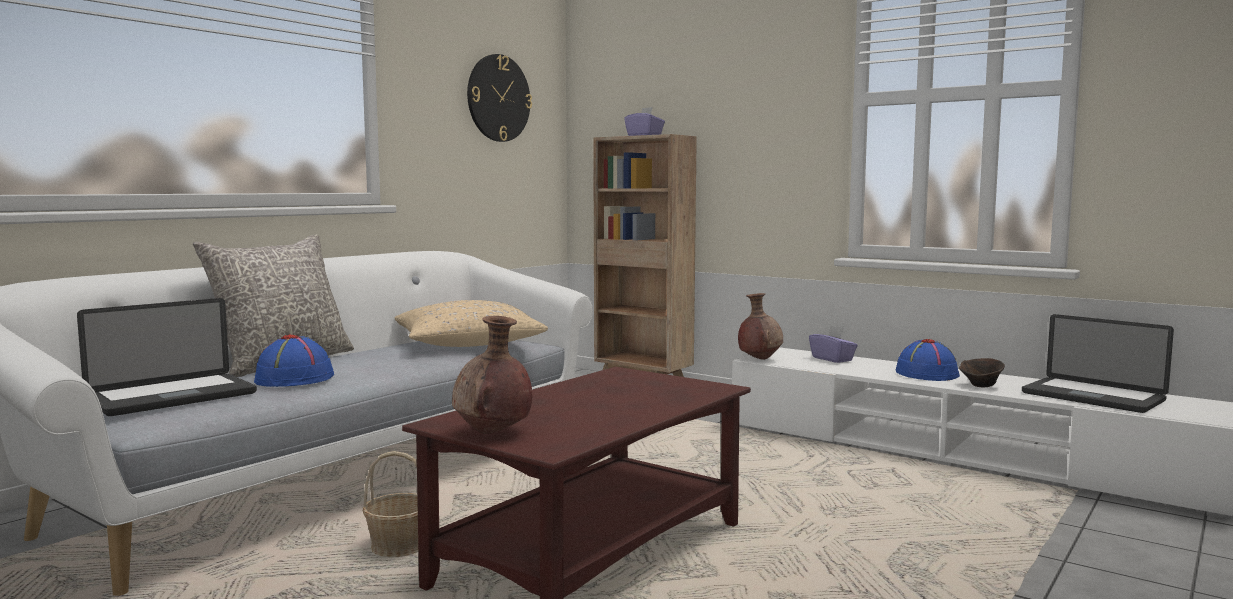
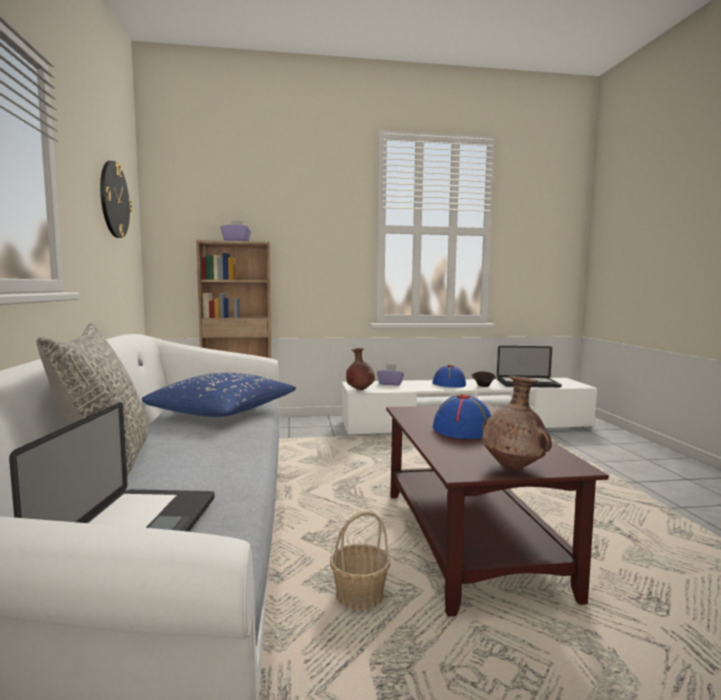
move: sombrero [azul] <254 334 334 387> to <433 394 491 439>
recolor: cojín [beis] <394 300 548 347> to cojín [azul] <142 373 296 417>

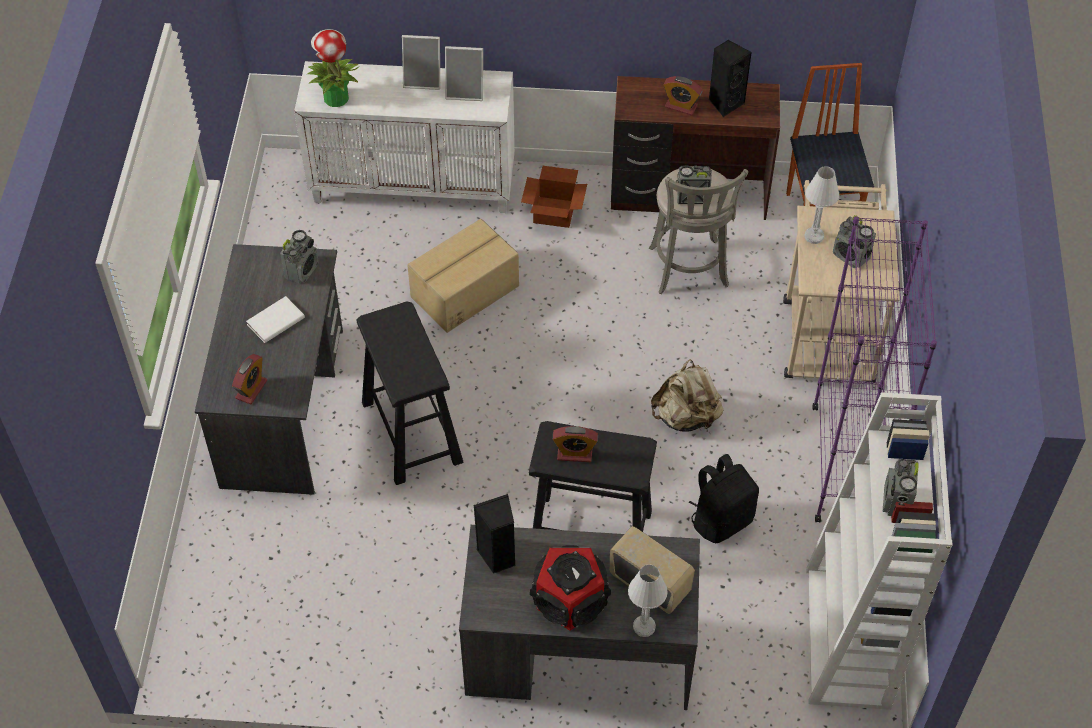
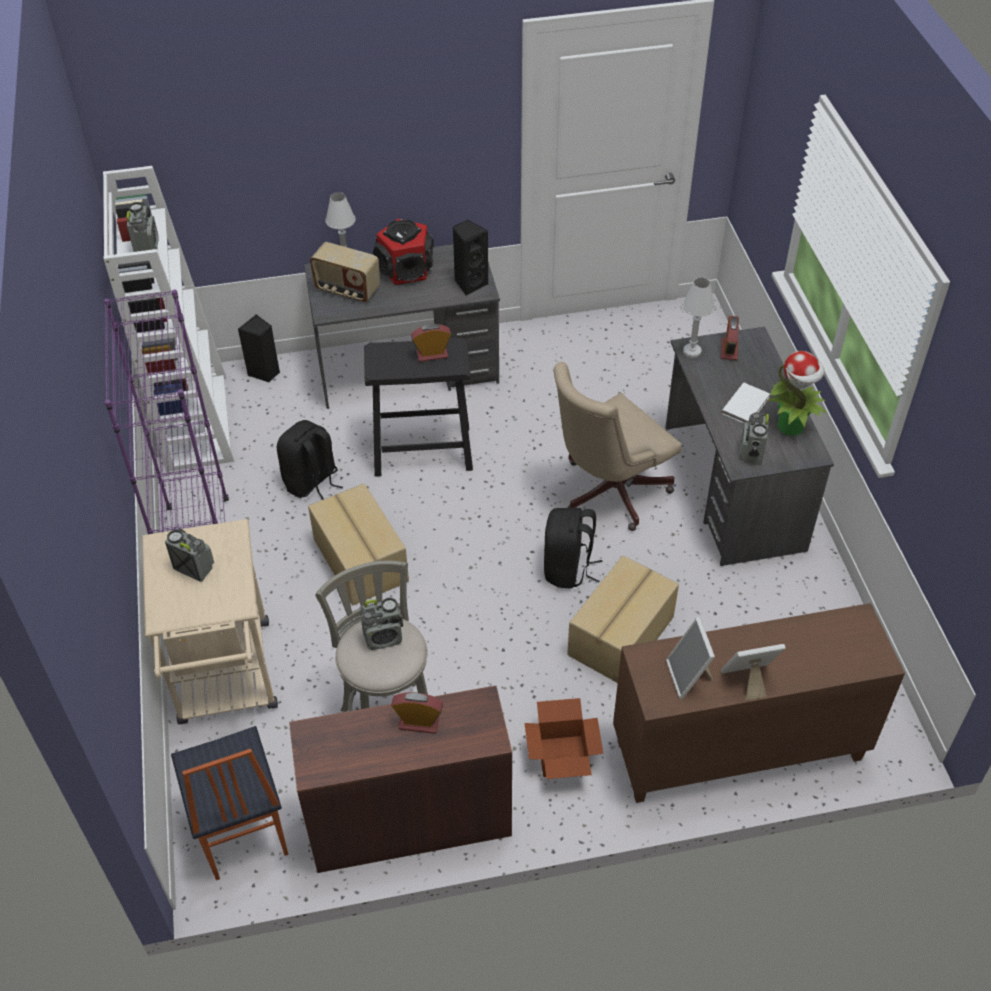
insert: mochila [negro] <544 508 603 588>
move: planta en maceta <308 29 360 107> to <767 351 827 436>; altavoz [negro] <709 40 752 117> to <238 314 280 382>; lámpara de mesa [blanco] <804 166 839 244> to <683 277 715 358>
replace: taburete [negro] <356 301 463 485> to silla de oficina [beis] <553 362 682 531>; mochila [beis] <651 359 723 432> to caja de cartón <308 484 409 605>
recolor: armario [blanco] <294 61 515 213> to armario [marrón] <613 603 905 803>
rotate: portarretratos <445 46 483 101> = <666 617 715 699> 90 degrees counterclockwise

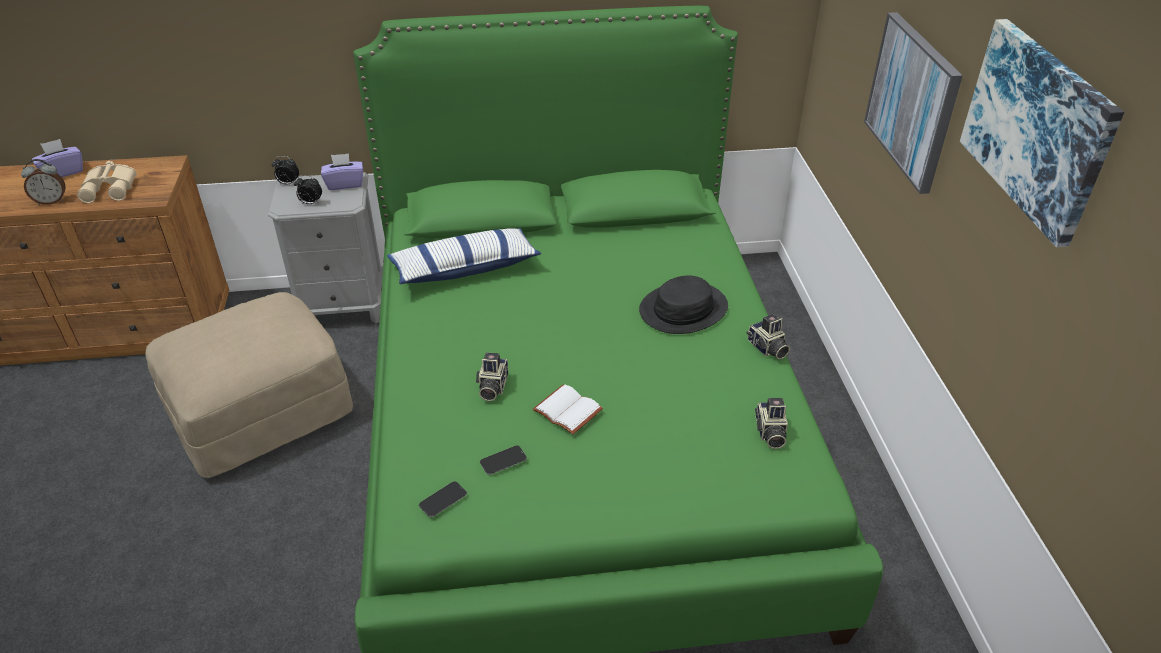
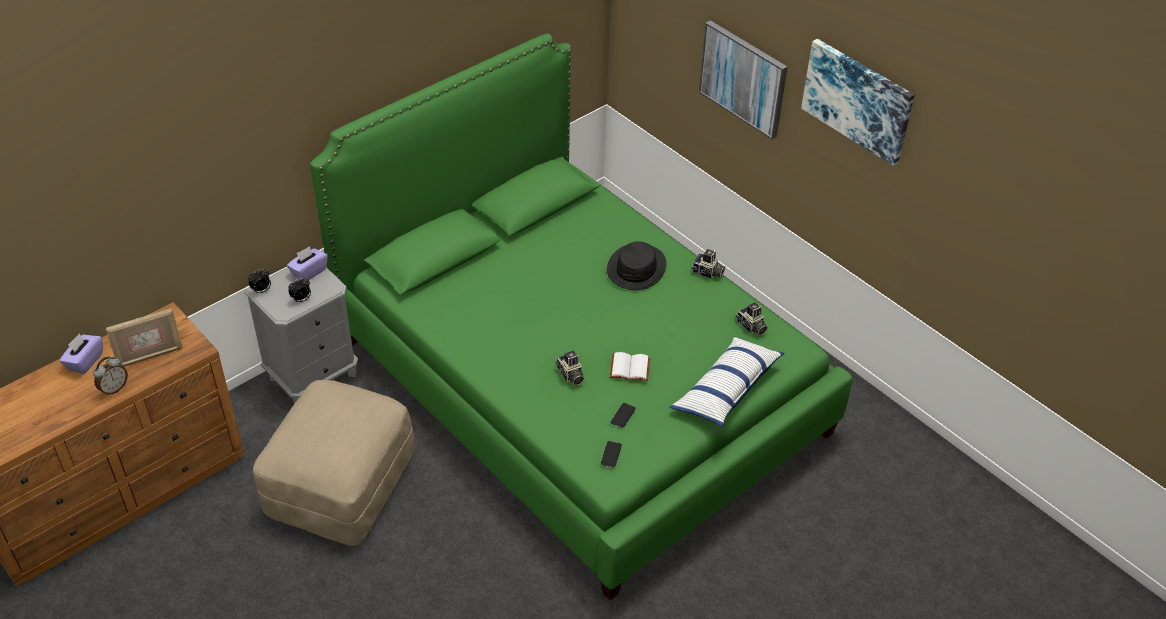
move: cojín <387 228 541 284> to <670 336 785 428>
replace: prismáticos [beis] <77 161 137 203> to portarretratos <106 309 183 367>

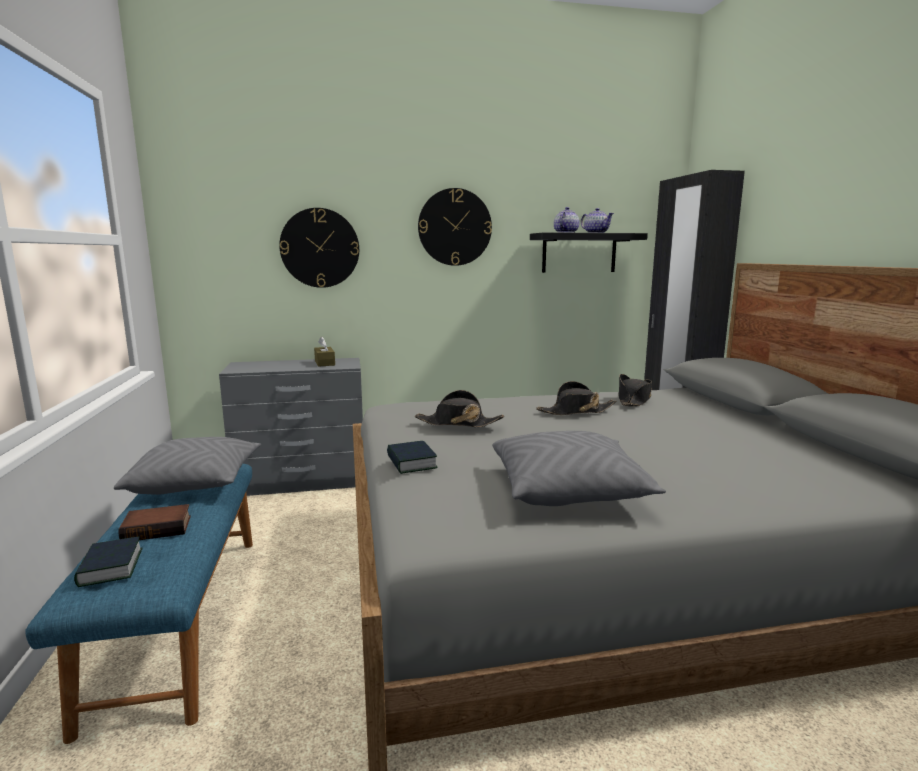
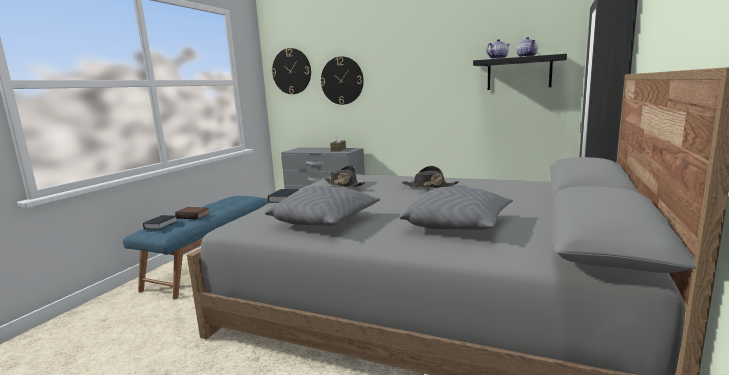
delete: sombrero [negro] <619 374 652 406>
move: reloj de pared <418 188 492 266> to <272 48 311 94>; cojín [gris] <114 437 261 495> to <400 187 513 230>

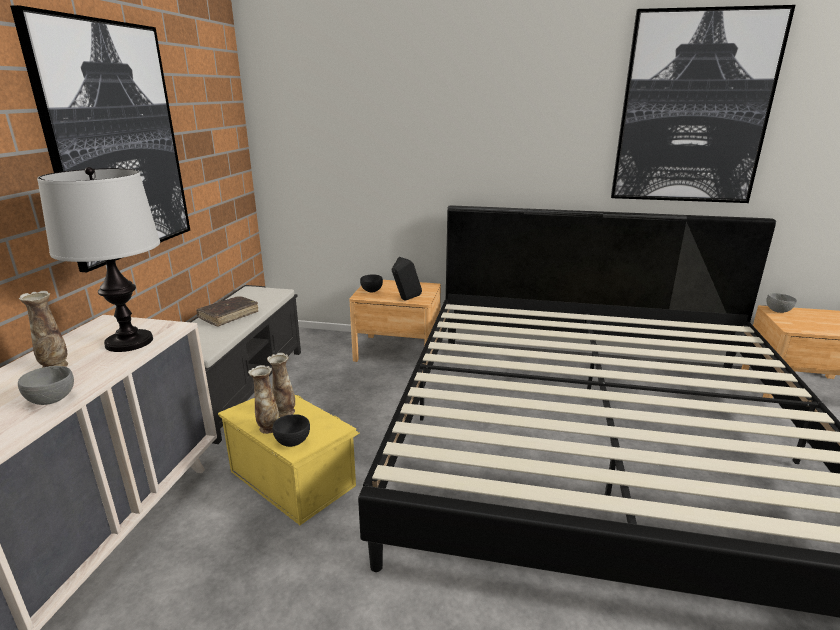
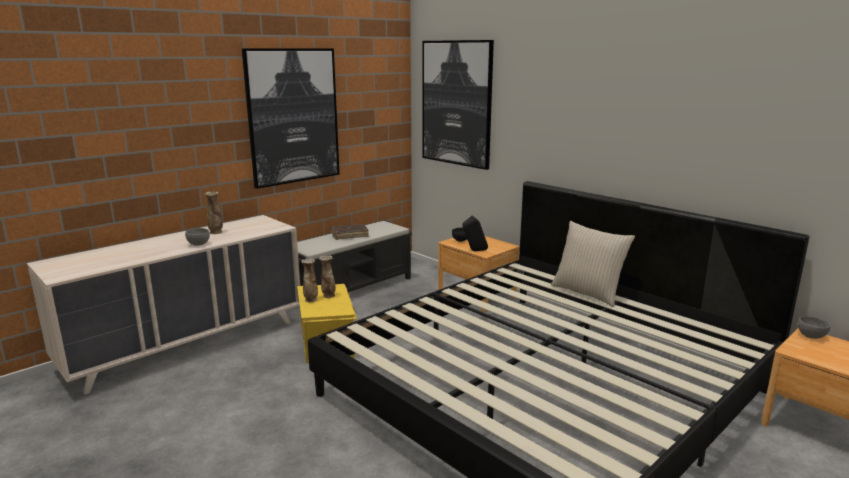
delete: lámpara de mesa <37 167 160 352>; cuenco [negro] <273 414 310 447>
insert: cojín [beis] <551 221 635 307>
move: cuadro <611 5 795 203> to <422 40 494 170>

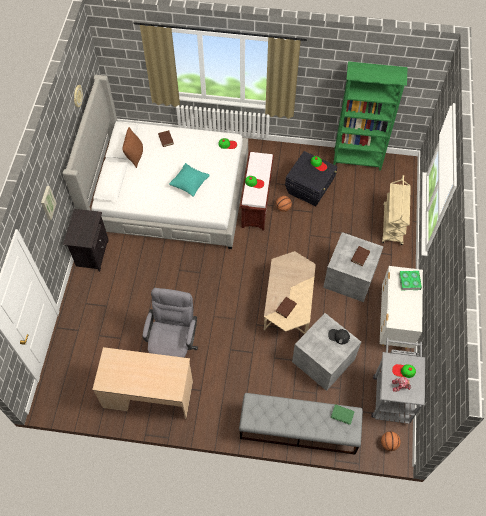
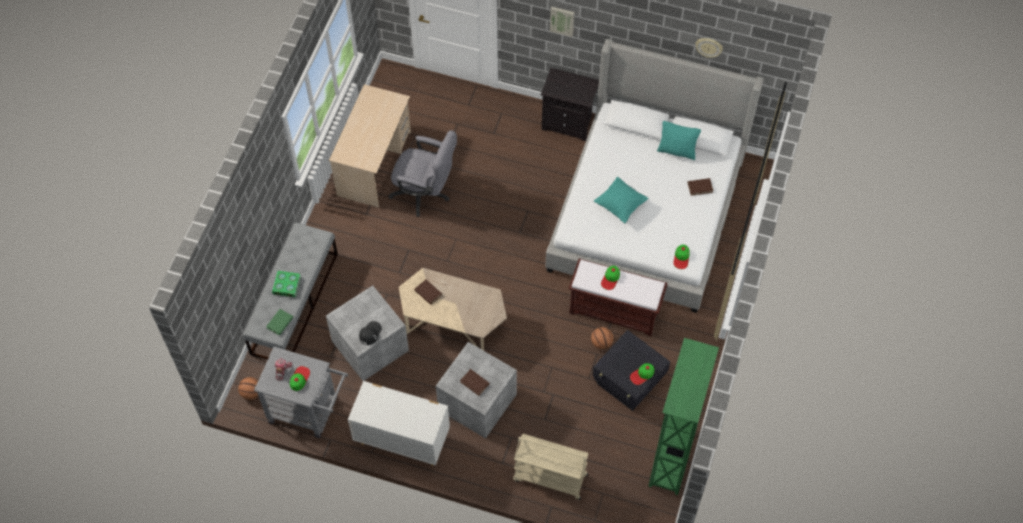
move: libro <399 271 422 290> to <272 271 301 297>
recolor: cojín [marrón] <122 127 143 168> to cojín [turquesa] <657 121 701 160>

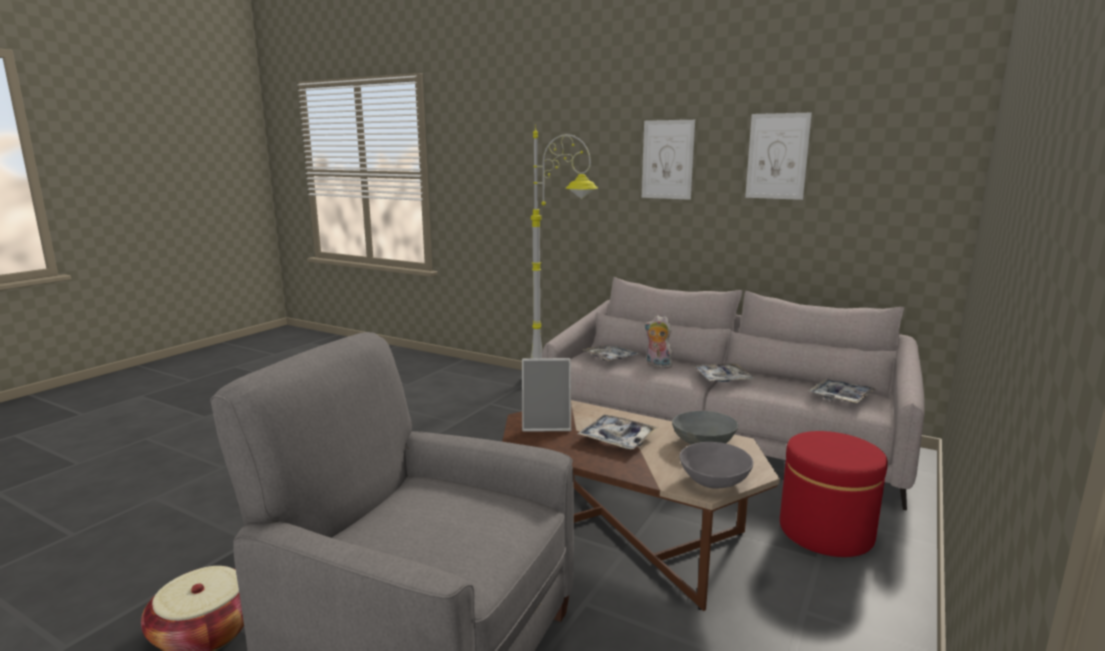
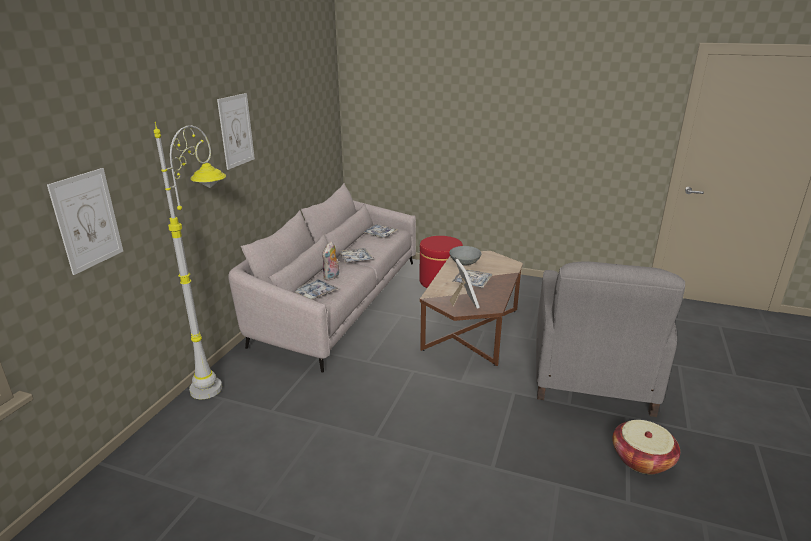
delete: cuenco [gris] <679 442 753 489>
move: cuadro <745 113 812 200> to <47 168 123 275>

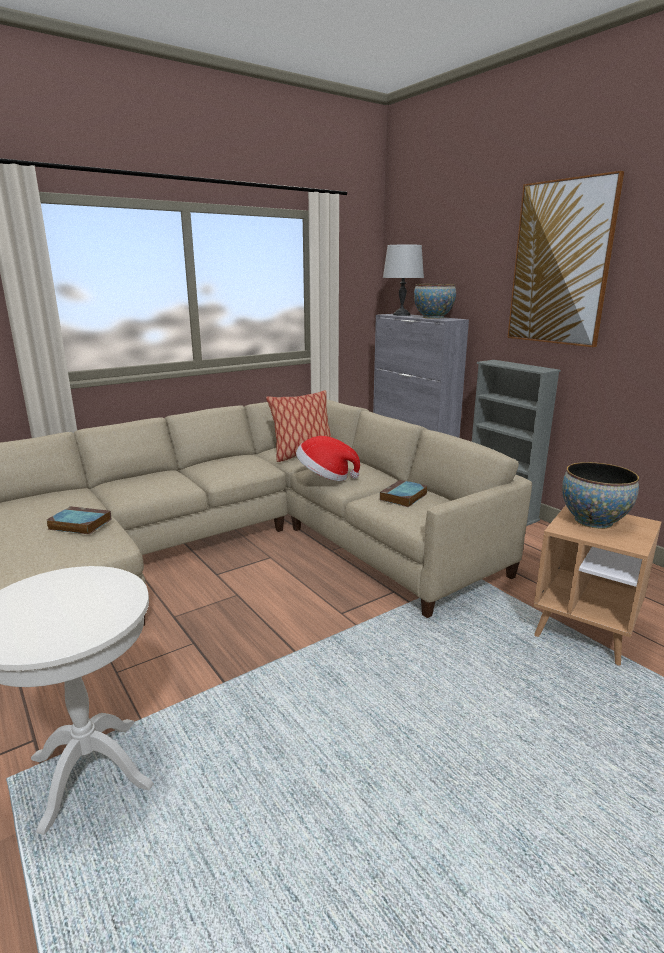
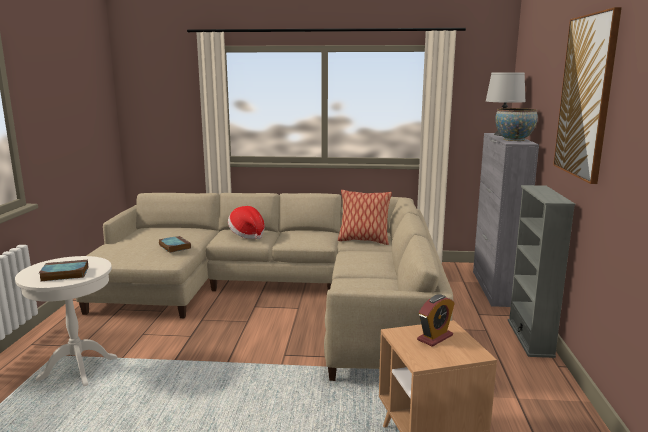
move: sombrero <296 436 360 481> to <228 206 265 239>; libro <380 480 428 507> to <39 260 88 282>
replace: cuenco <562 462 639 529> to despertador <417 294 455 347>

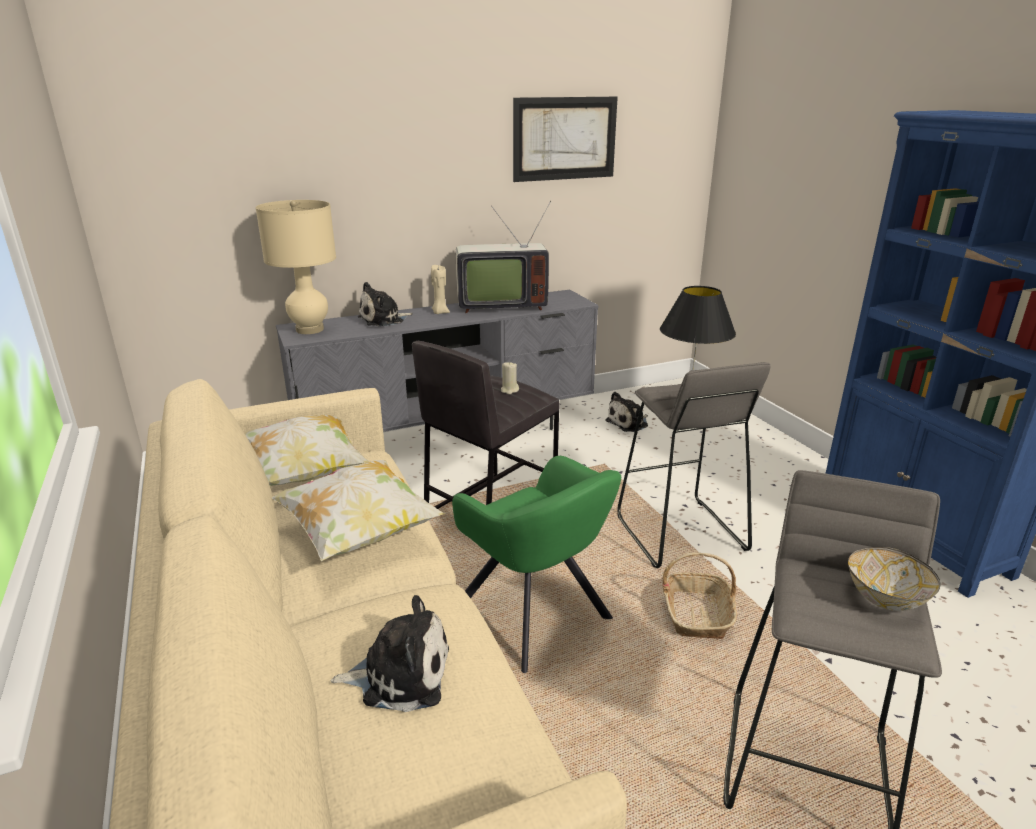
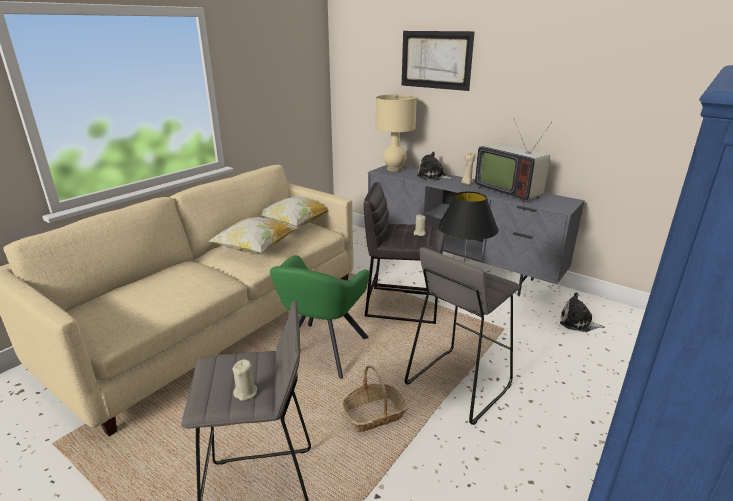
delete: peluche <330 595 449 712>
move: cuadro <513 97 618 182> to <402 31 475 91>
replace: cuenco <848 547 940 611> to vela [beis] <232 359 257 401>

